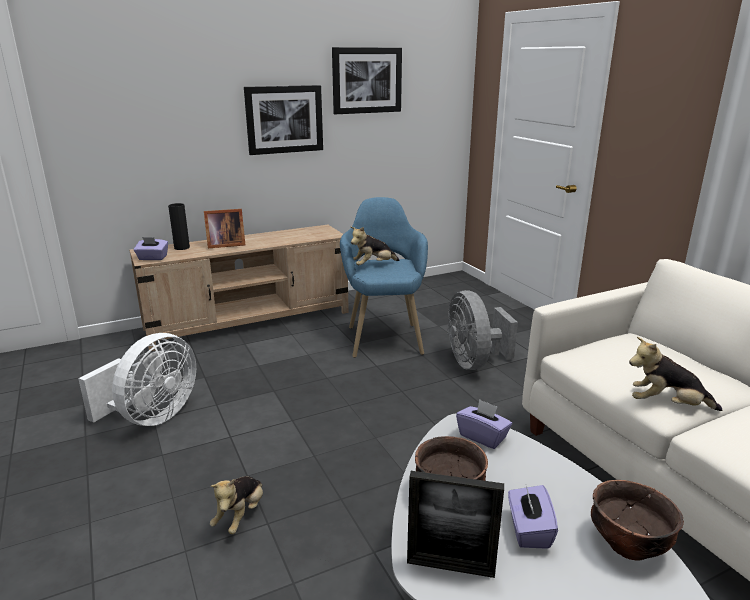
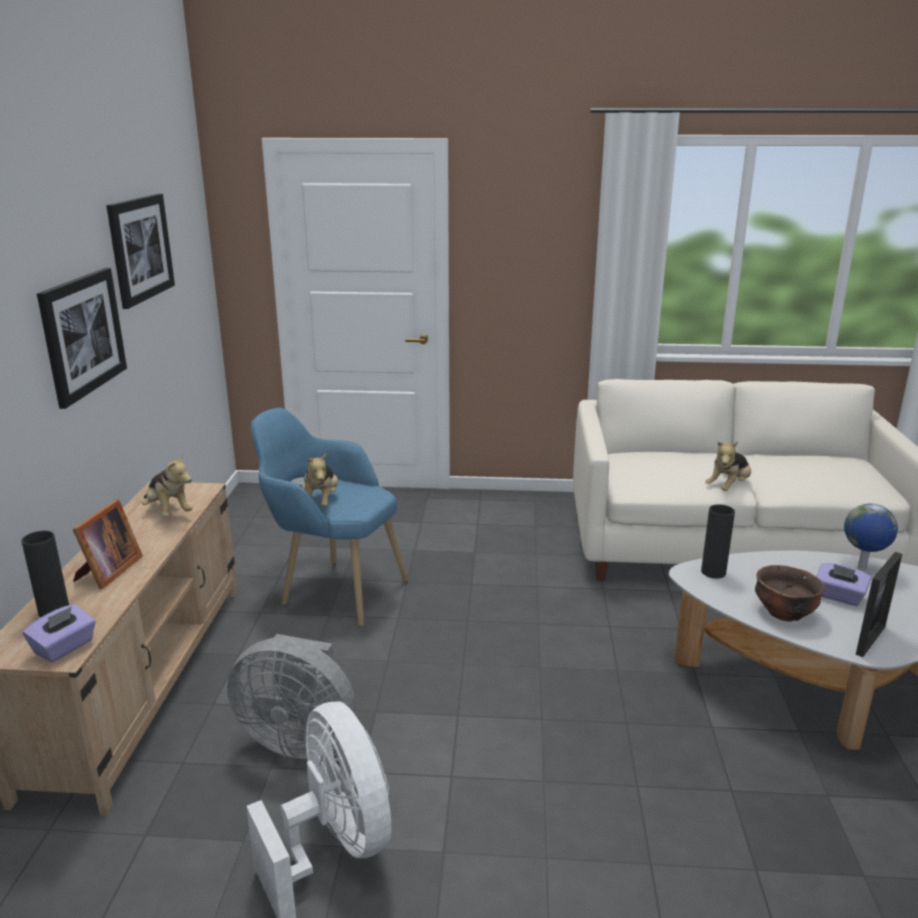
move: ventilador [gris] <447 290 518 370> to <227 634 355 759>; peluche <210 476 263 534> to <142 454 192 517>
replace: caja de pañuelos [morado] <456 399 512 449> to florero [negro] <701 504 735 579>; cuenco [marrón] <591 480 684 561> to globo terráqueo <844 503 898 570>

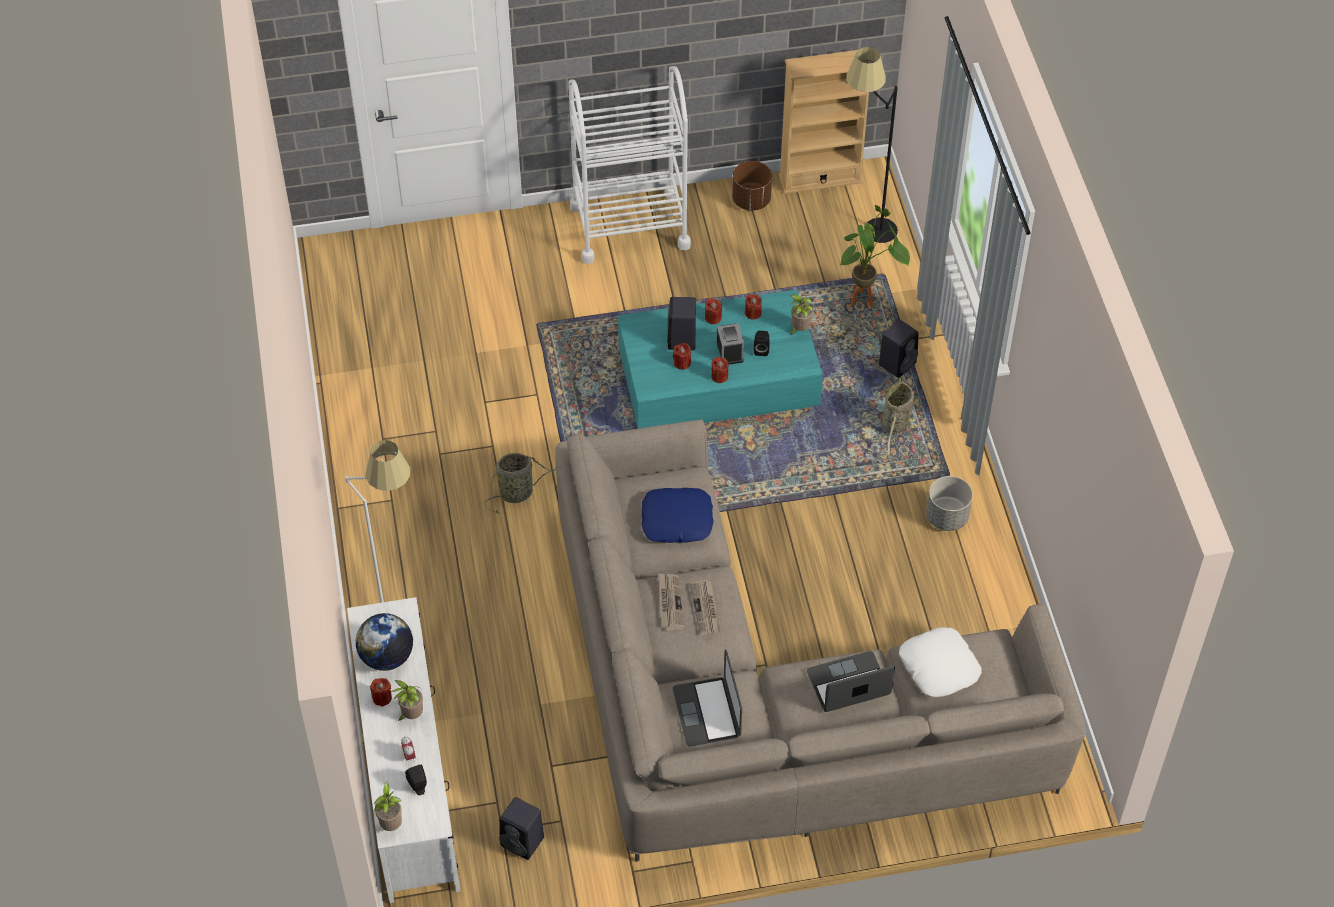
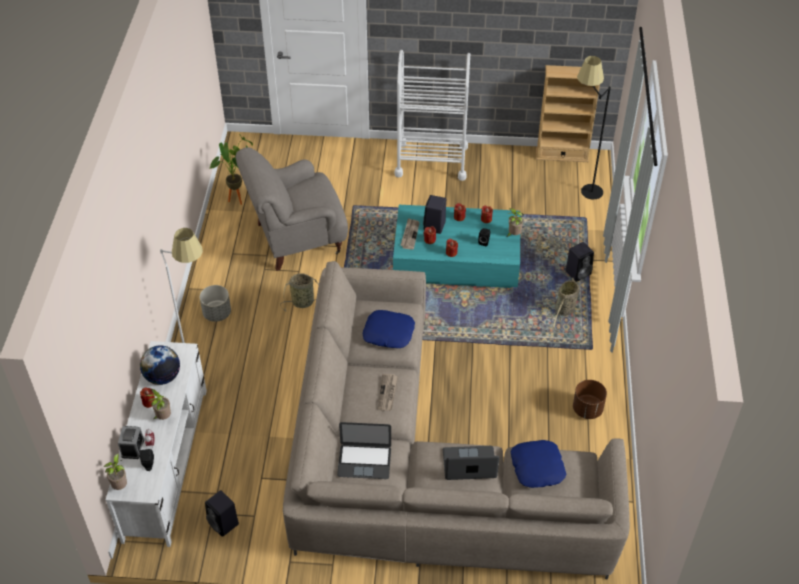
insert: sillón [gris] <236 147 348 271>
move: maceta [marrón] <732 161 772 211> to <573 380 607 419>; planta en maceta <839 205 910 307> to <210 135 253 205>; despertador <716 323 744 365> to <118 426 144 459>; maceta [gris] <926 476 973 531> to <200 285 231 322>; periódico <659 574 685 630> to <400 218 420 250>
recolor: cojín [blanco] <899 628 981 697> to cojín [azul] <510 440 566 488>
rotate: portátil <673 650 742 747> = <337 422 391 479> 90 degrees counterclockwise

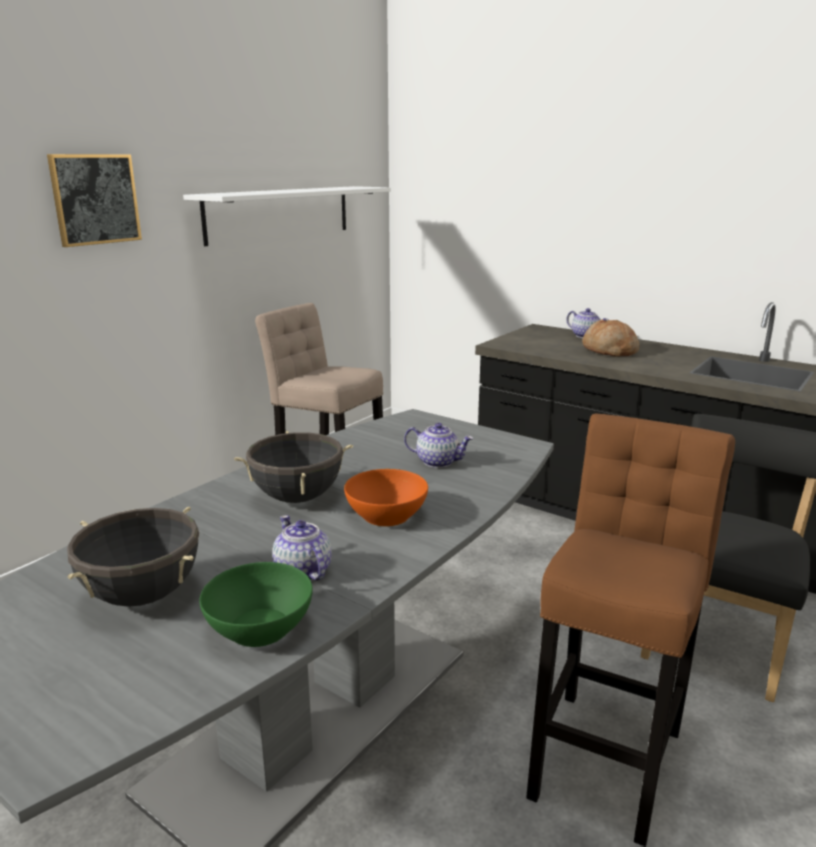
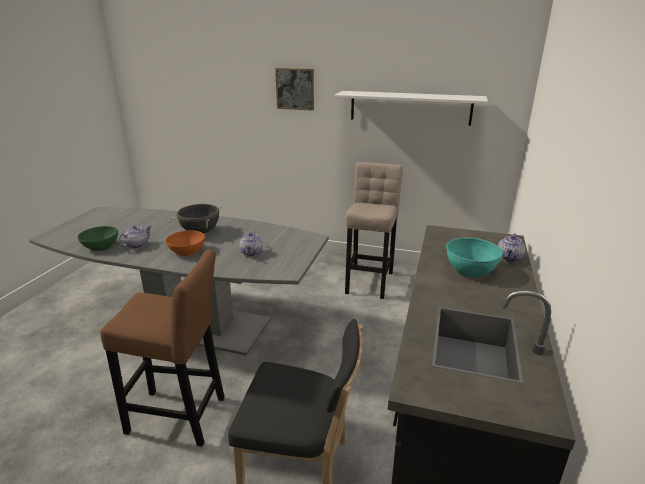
delete: olla [negro] <67 507 199 607>
replace: pan <582 319 640 357> to cuenco [turquesa] <446 238 503 277>

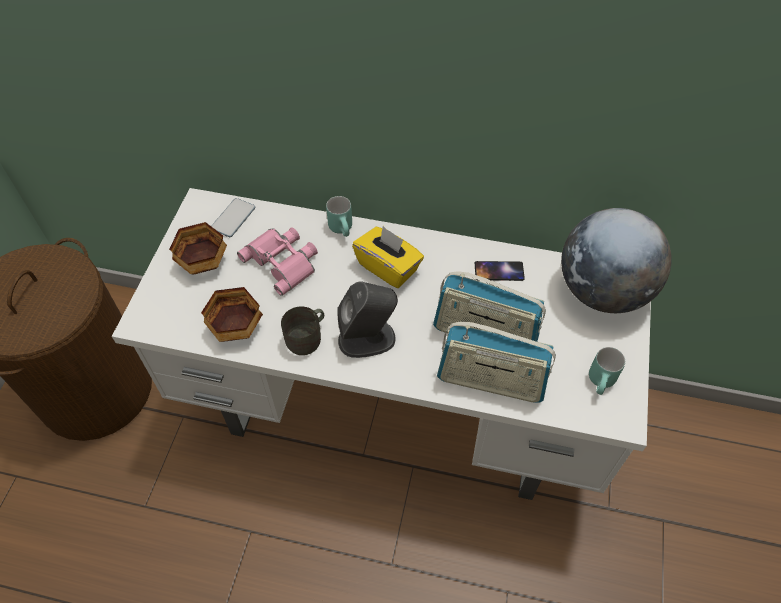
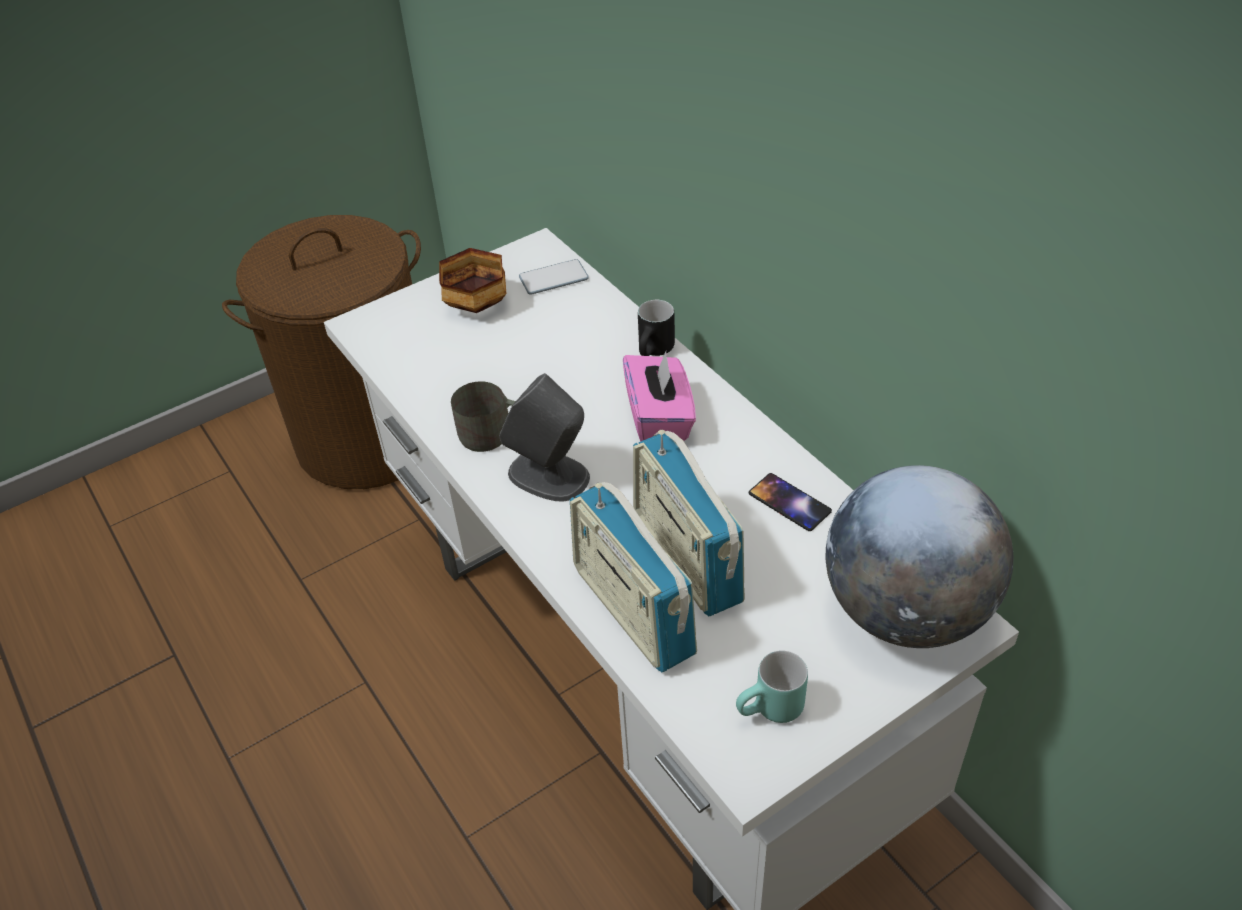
delete: prismáticos [rosa] <237 227 318 296>; cuenco <201 287 263 342>
recolor: taza grande [turquesa] <326 196 352 237> to taza grande [negro] <638 300 675 356>; caja de pañuelos [amarillo] <352 226 424 288> to caja de pañuelos [rosa] <623 351 696 442>

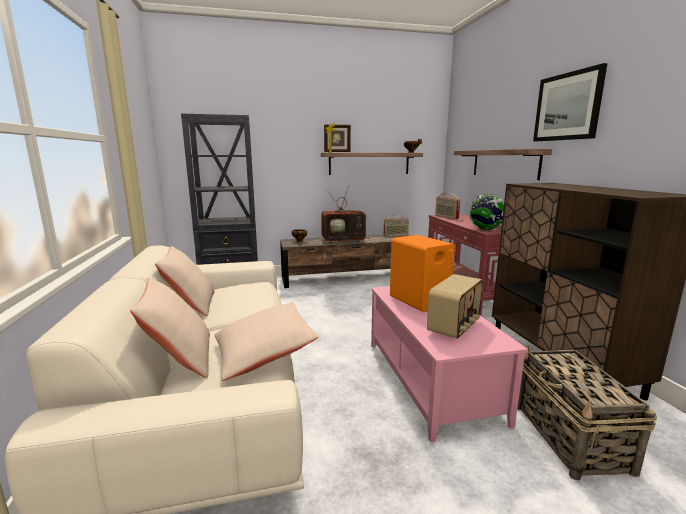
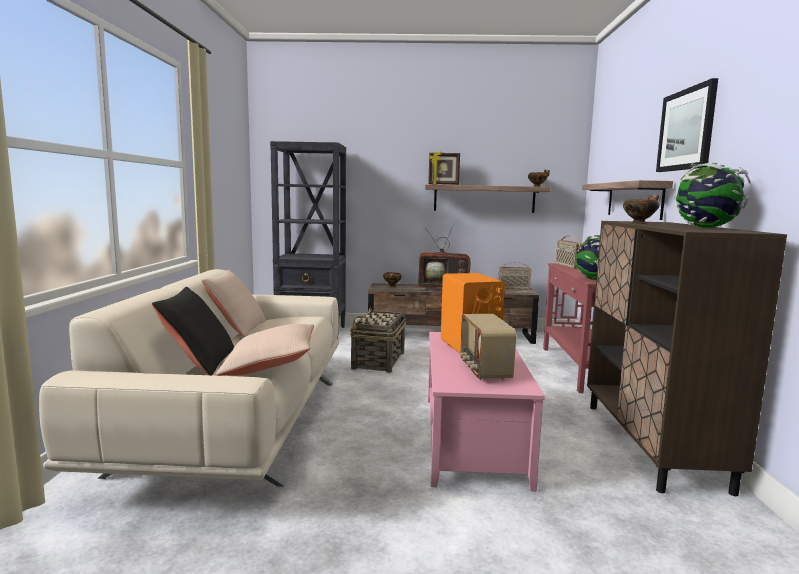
insert: globo terráqueo <674 163 751 228>; cuenco <623 195 660 224>
move: cesta <517 346 657 480> to <350 306 406 373>
recolor: cojín [beis] <130 277 210 378> to cojín [negro] <152 287 234 375>
rotate: radio <427 274 483 339> = <460 314 516 380> 120 degrees clockwise

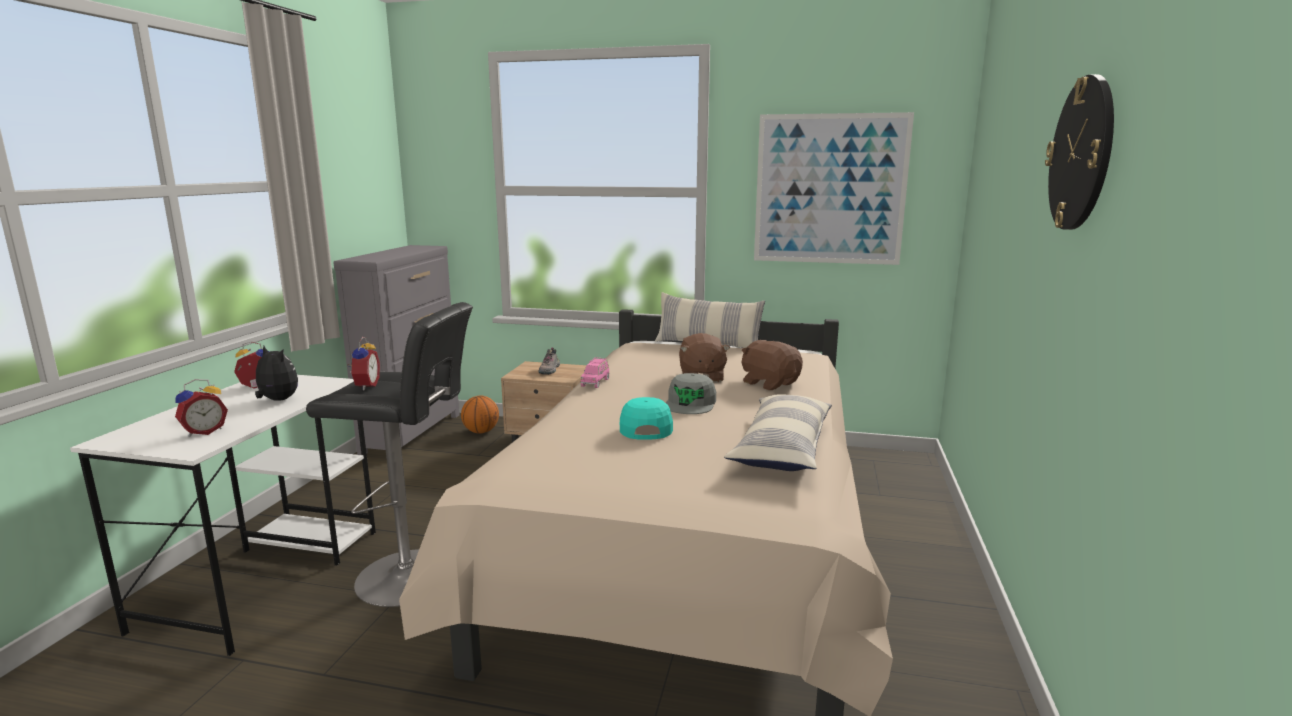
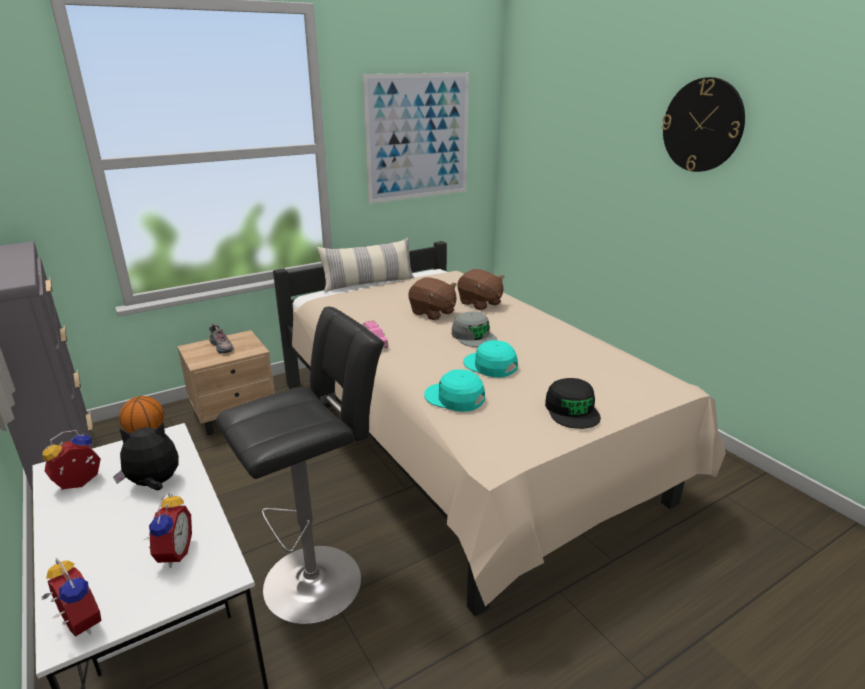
delete: cojín <724 394 832 471>
insert: gorra [turquesa] <424 369 485 412>; gorra [negro] <545 378 601 429>
move: despertador <348 337 380 390> to <41 558 102 637>
rotate: peluche [marrón] <741 340 803 390> = <457 269 504 310> 135 degrees counterclockwise

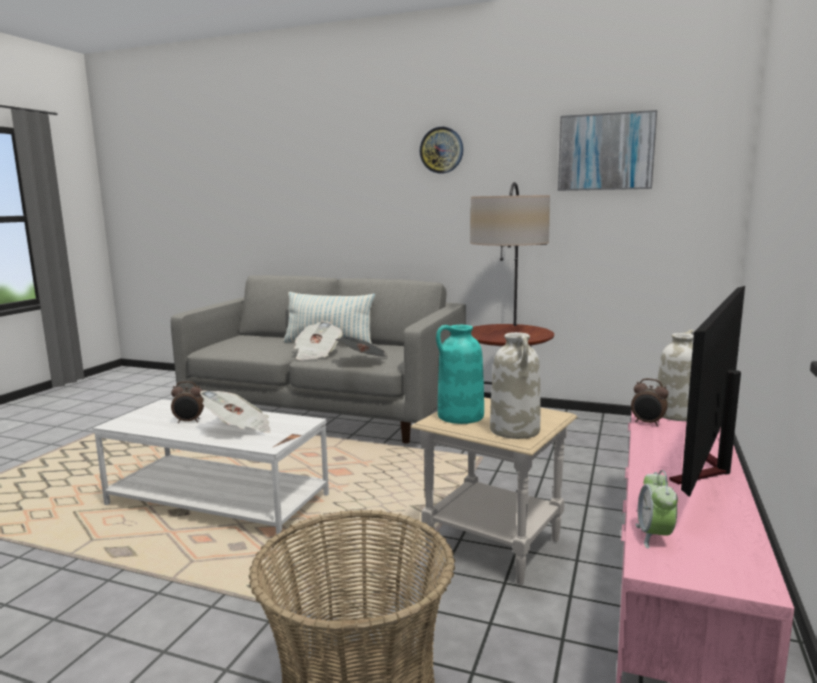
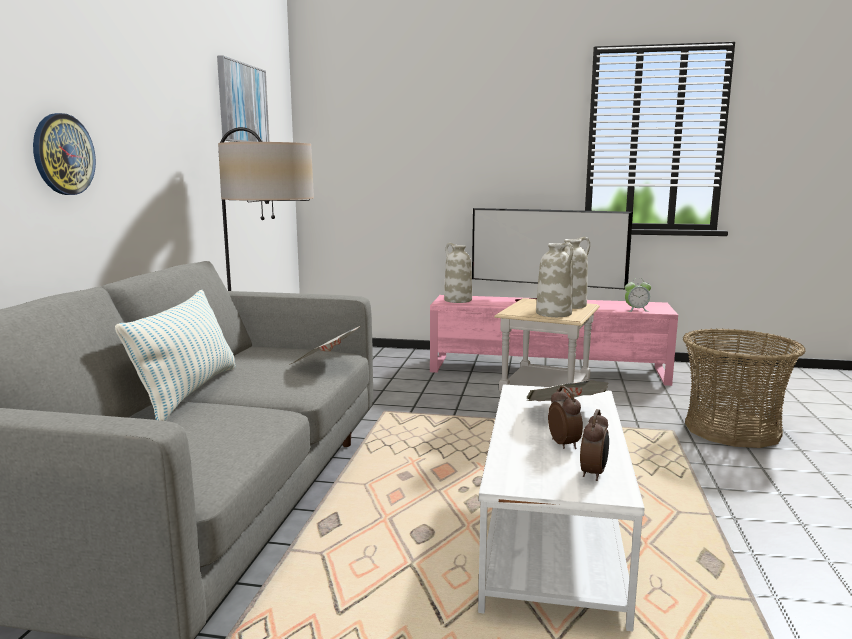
delete: periódico <294 321 343 360>
move: reloj de pared <420 127 463 174> to <33 113 96 195>; despertador <631 378 669 426> to <580 409 609 481>
recolor: florero [turquesa] <436 325 484 424> to florero [blanco] <536 242 573 317>

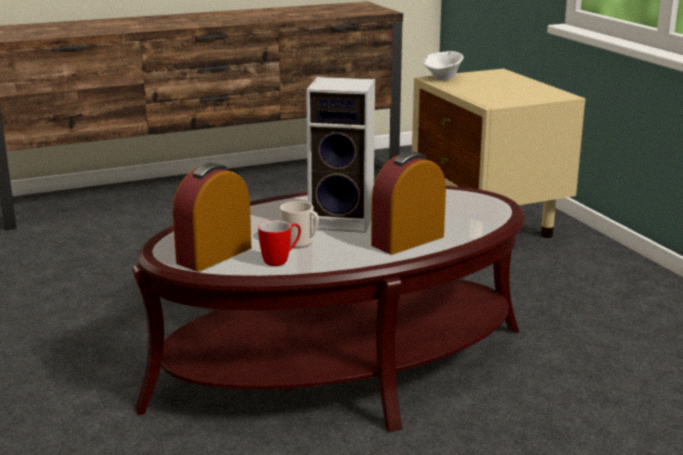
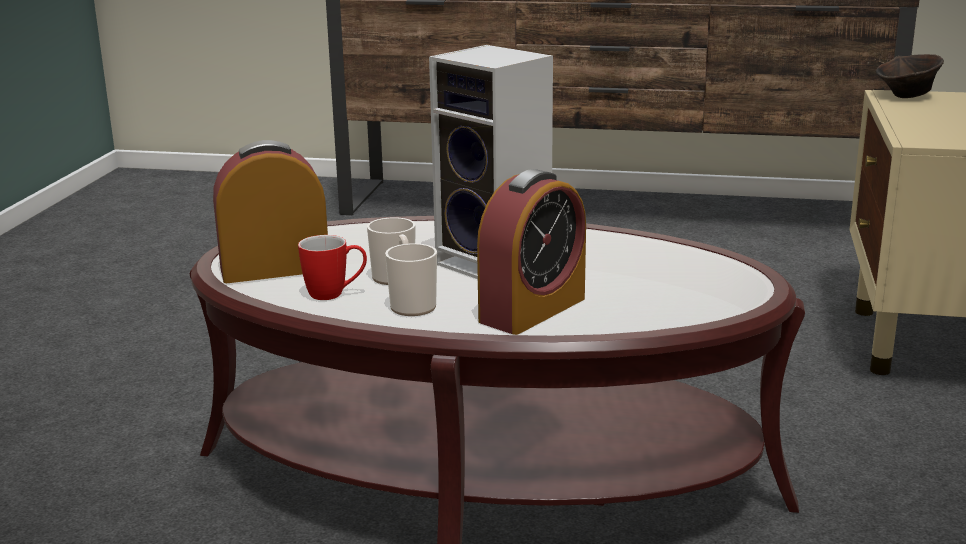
insert: taza grande <385 243 437 316>
recolor: cuenco [blanco] <423 51 464 80> to cuenco [marrón] <876 54 944 98>
rotate: despertador <371 151 446 254> = <477 169 586 335> 135 degrees clockwise

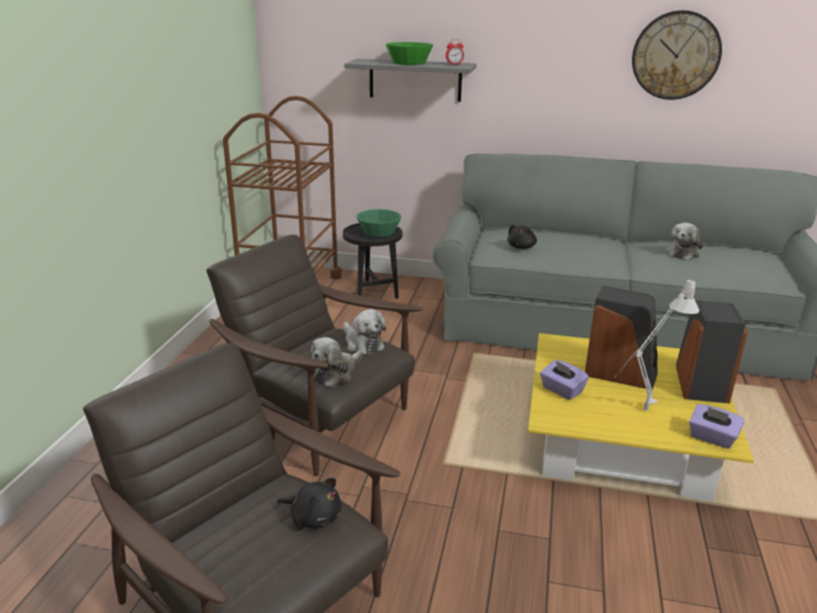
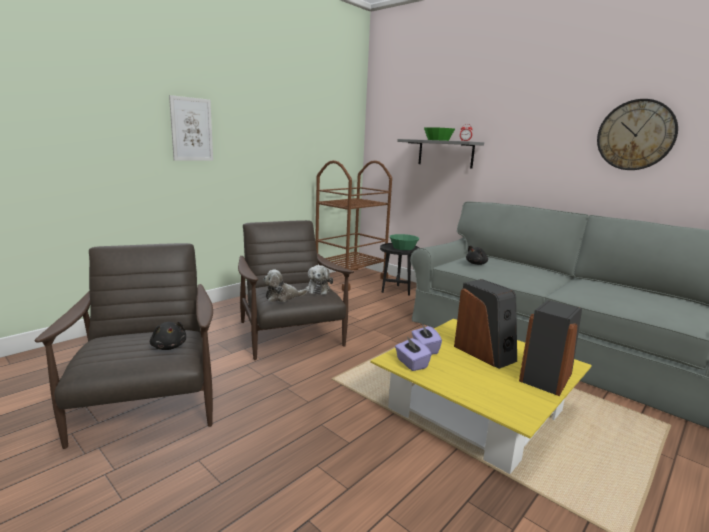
delete: peluche <666 223 704 261>; lámpara de mesa [gris] <615 279 700 411>
insert: cuadro <169 95 213 161>
move: caja de pañuelos [morado] <689 404 745 449> to <395 337 432 371>

